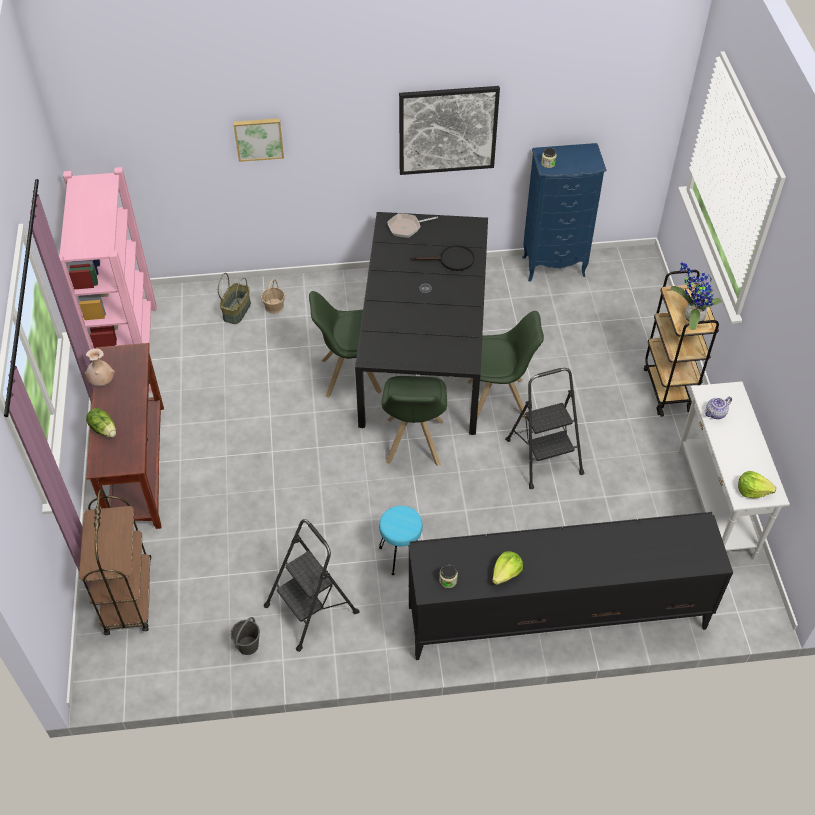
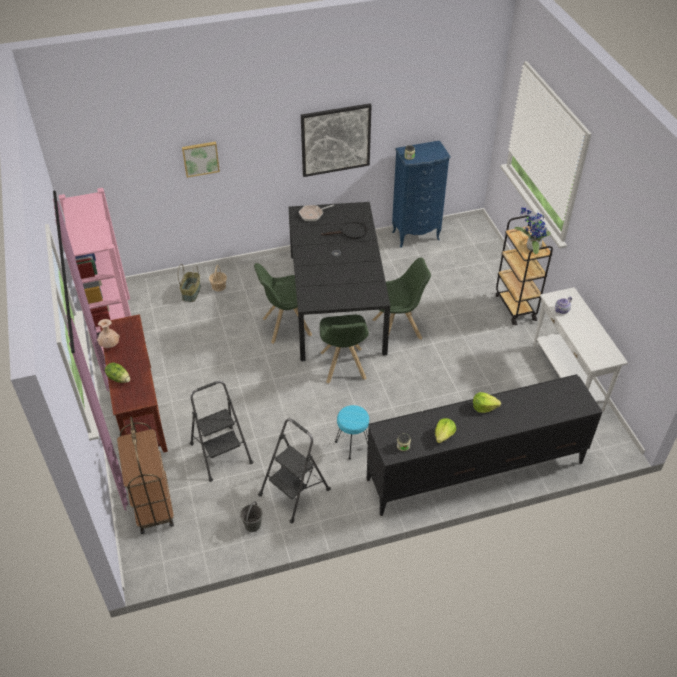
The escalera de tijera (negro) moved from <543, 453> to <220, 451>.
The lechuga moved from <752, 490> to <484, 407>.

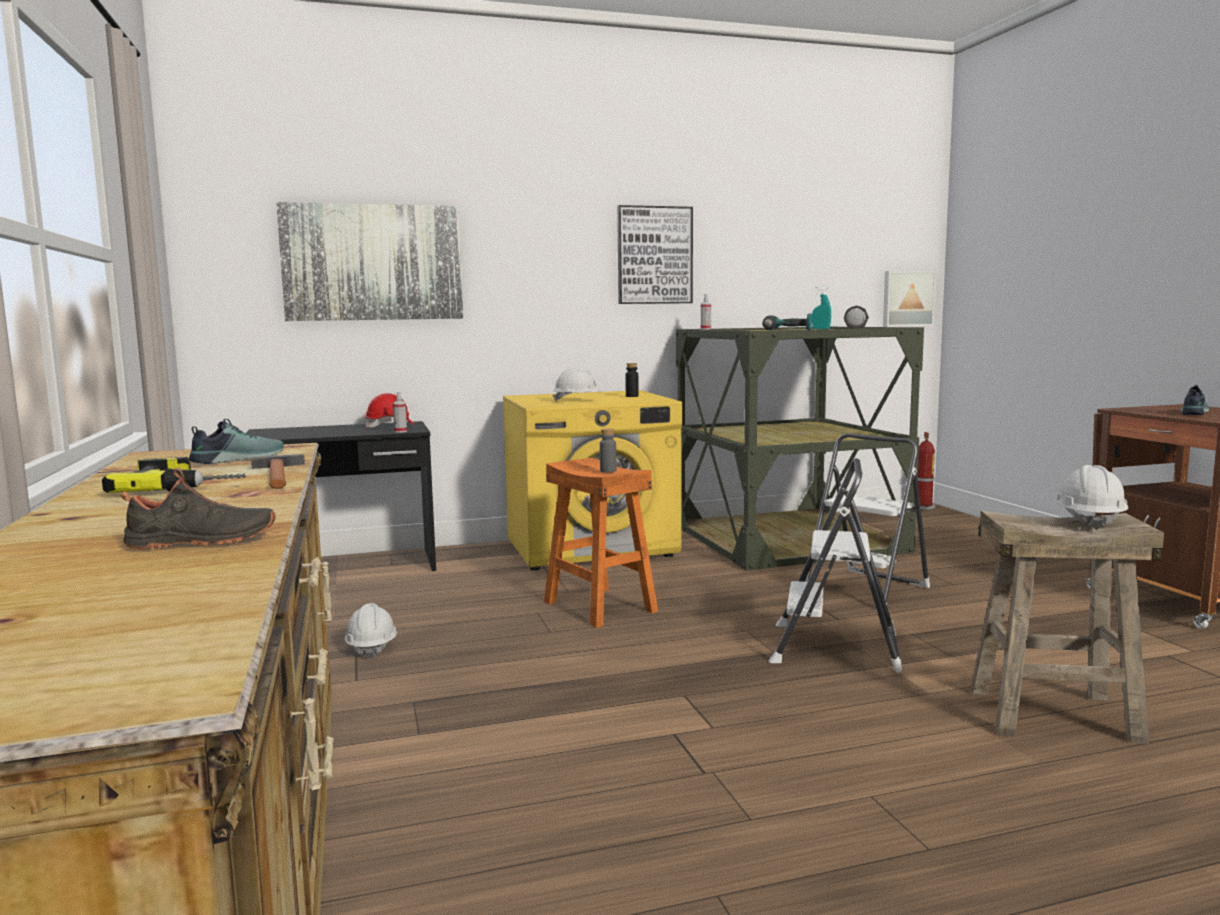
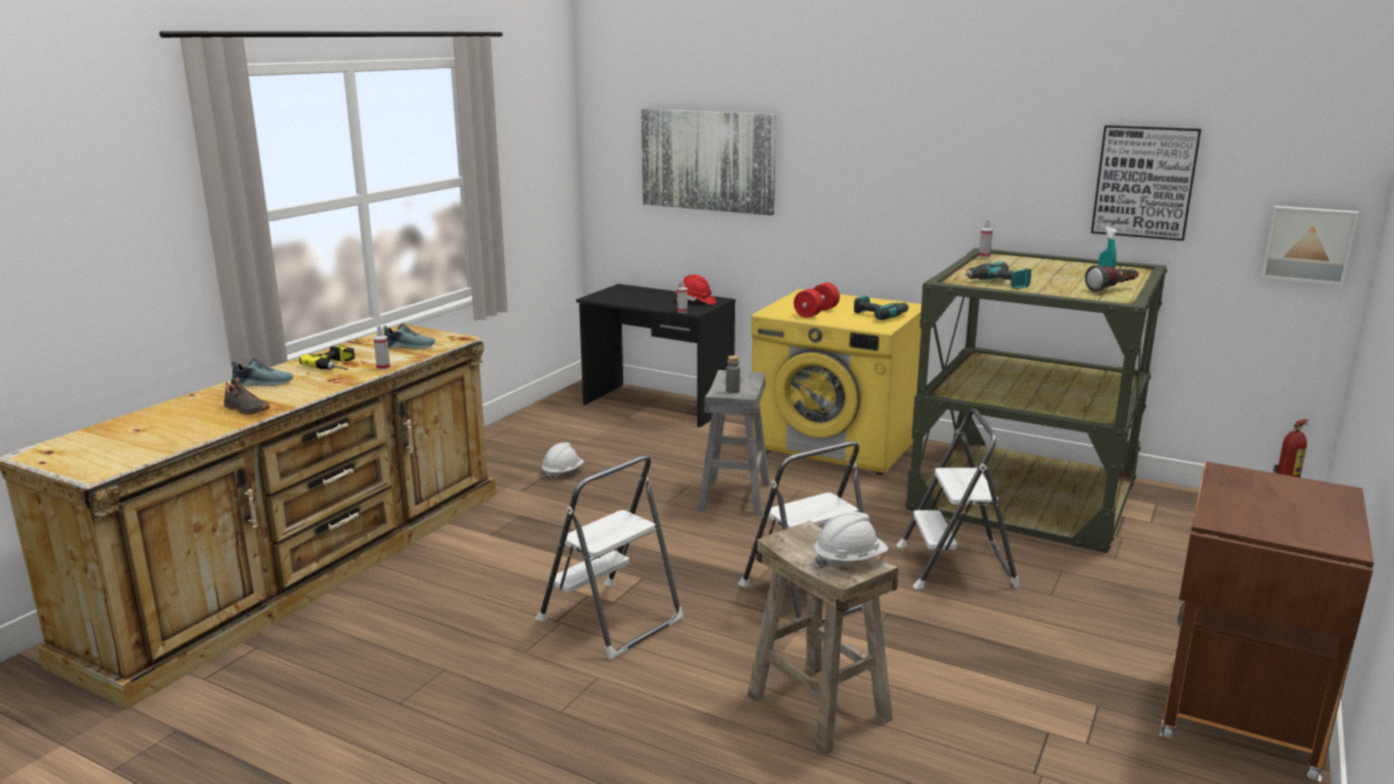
The cuadro moved from <654, 255> to <1144, 182>.
The botella (negro) at <632, 396> was replaced by the taladro at <880, 315>.
The casco (blanco) at <578, 401> was replaced by the mancuerna (rojo) at <816, 312>.
The zapato moved from <1192, 413> to <263, 383>.
The martillo at <278, 475> was replaced by the pulverizador at <383, 367>.
The taburete (naranja) at <598, 606> became the taburete (gris) at <733, 496>.
The escalera de tijera (blanco) at <613, 621> appeared.

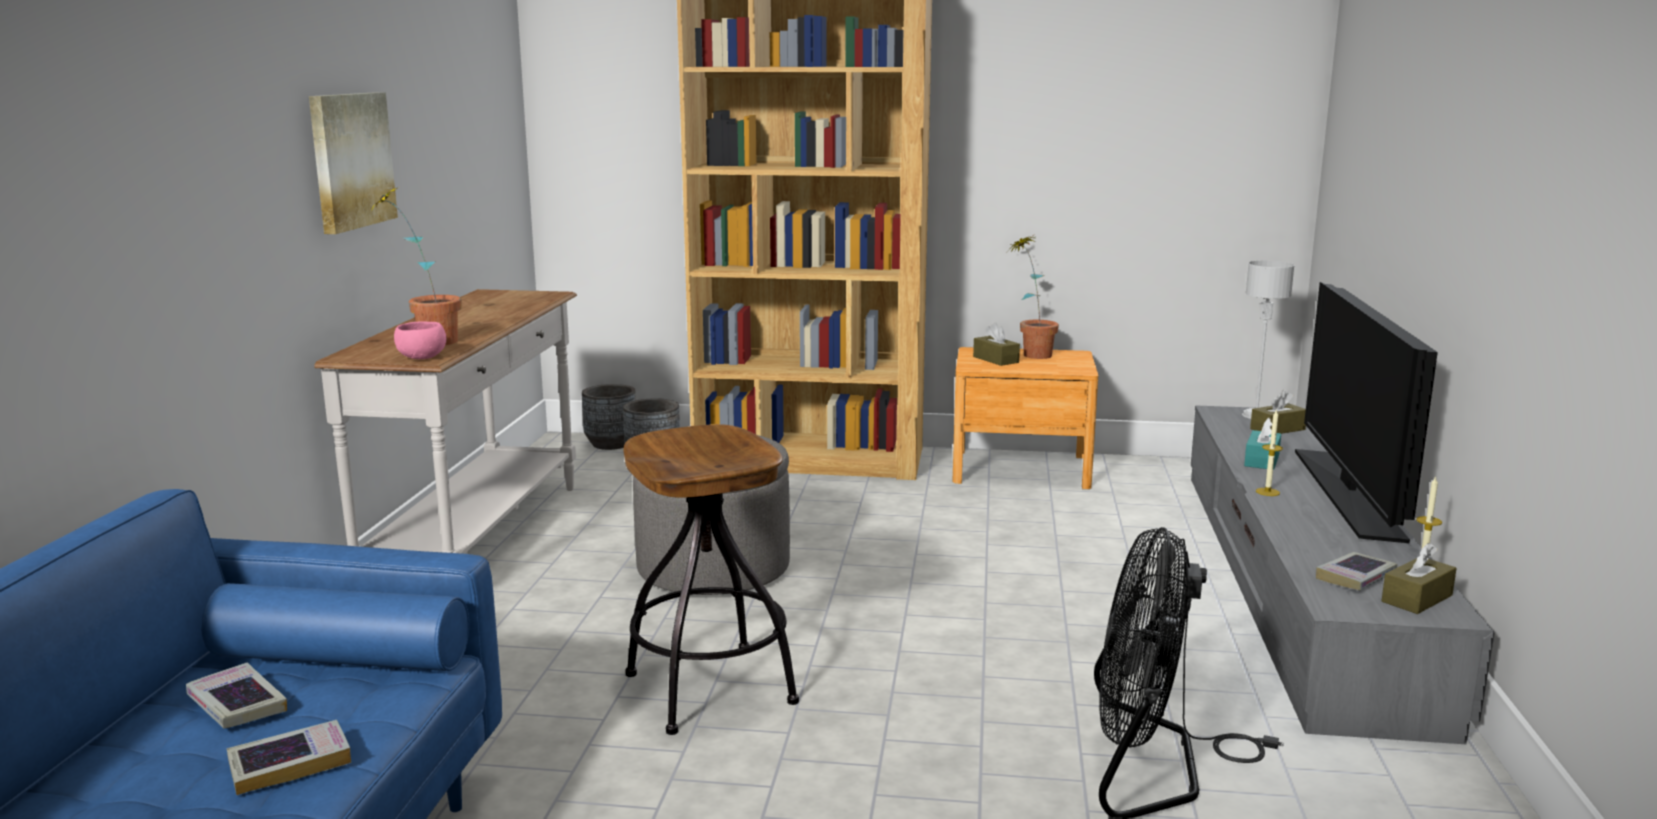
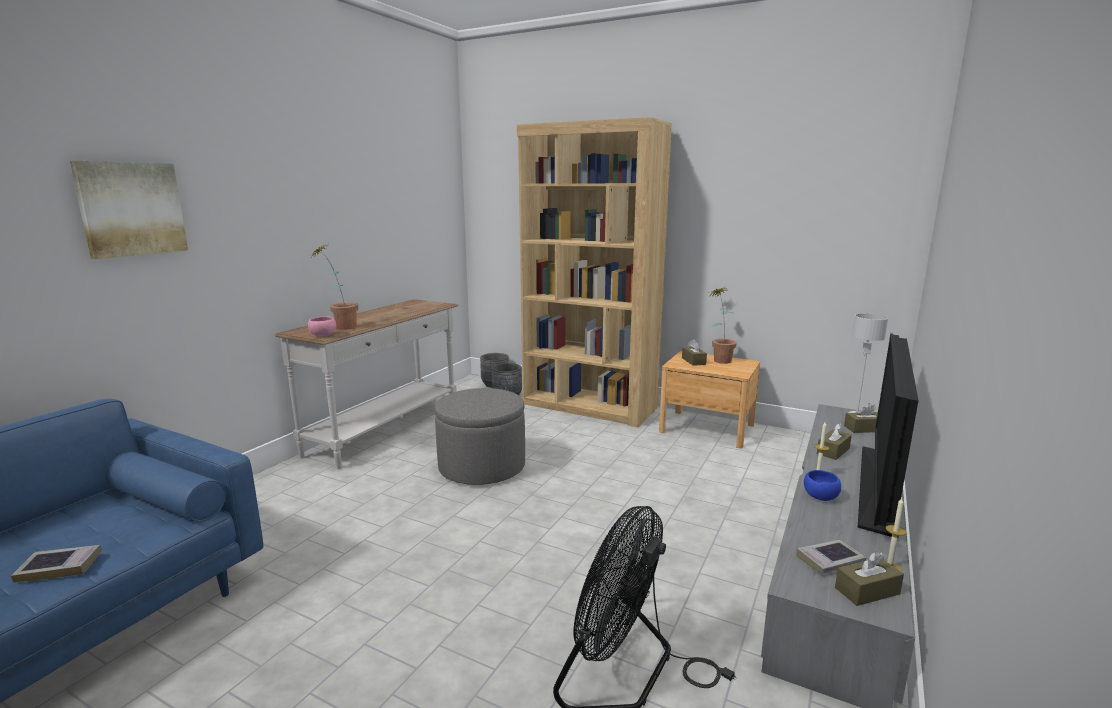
The cuadro moved from <350, 160> to <131, 209>.
The caja de pañuelos (turquesa) at <1261, 460> became the caja de pañuelos (marrón) at <833, 451>.
The taburete (marrón) at <710, 688> disappeared.
The libro at <237, 704> disappeared.
The cuenco (azul) at <819, 496> appeared.

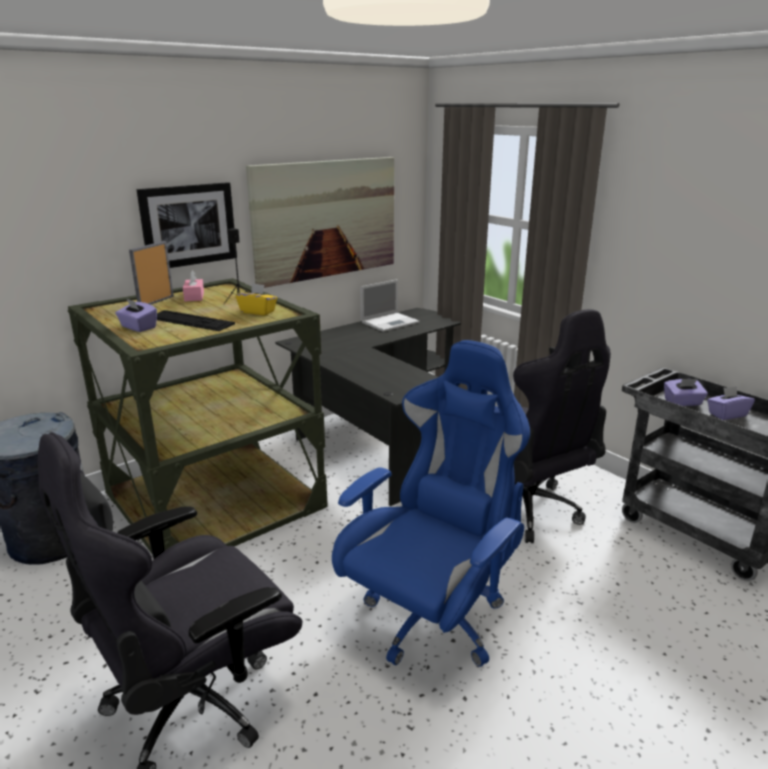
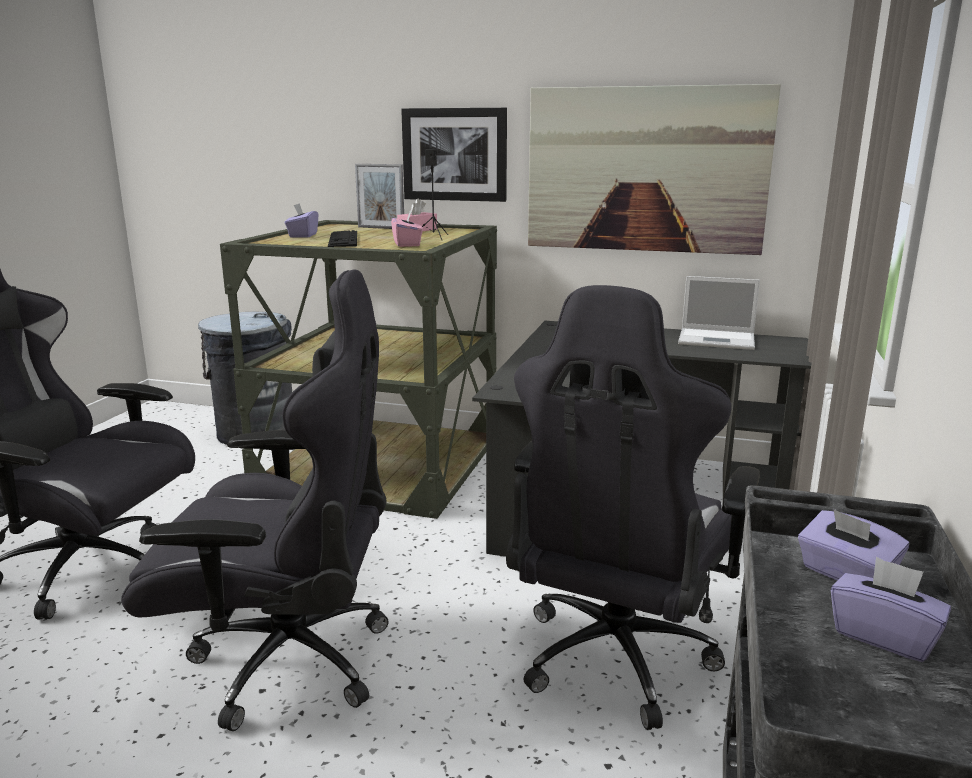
The portarretratos at <156, 302> turned 150 degrees counterclockwise.
The caja de pañuelos (amarillo) at <258, 312> became the caja de pañuelos (rosa) at <407, 244>.
The silla de oficina (azul) at <429, 625> became the silla de oficina (negro) at <278, 662>.

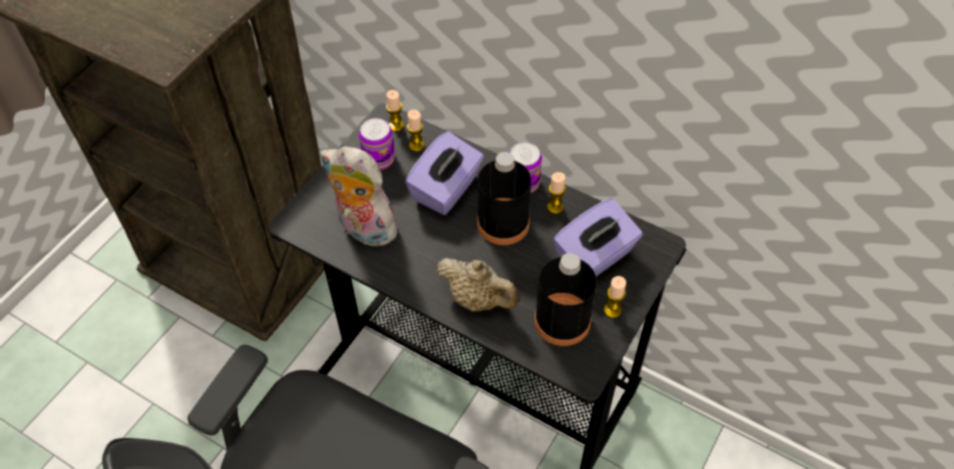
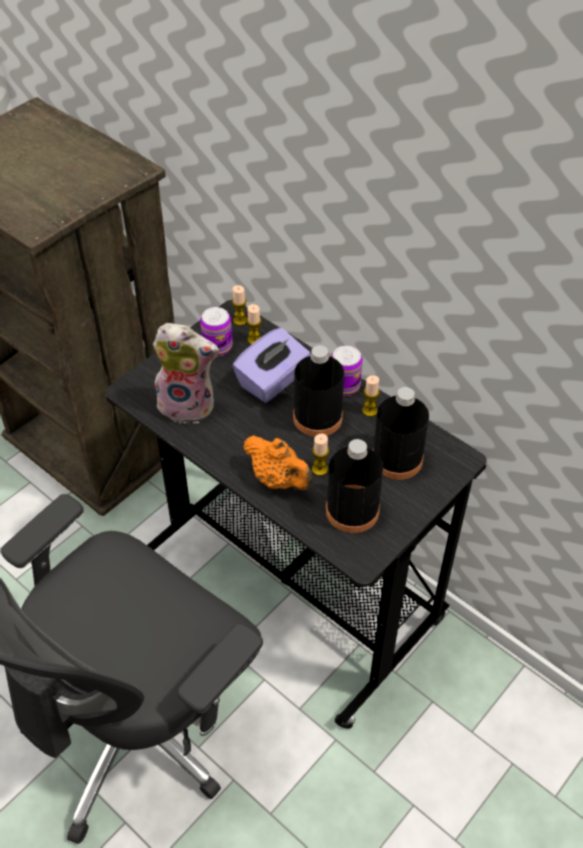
The peluche at <363, 229> turned 150 degrees clockwise.
The caja de pañuelos (morado) at <595, 257> was replaced by the botella (negro) at <397, 459>.
The tetera (beis) at <478, 299> became the tetera (naranja) at <279, 479>.
The vela moved from <612, 310> to <319, 469>.

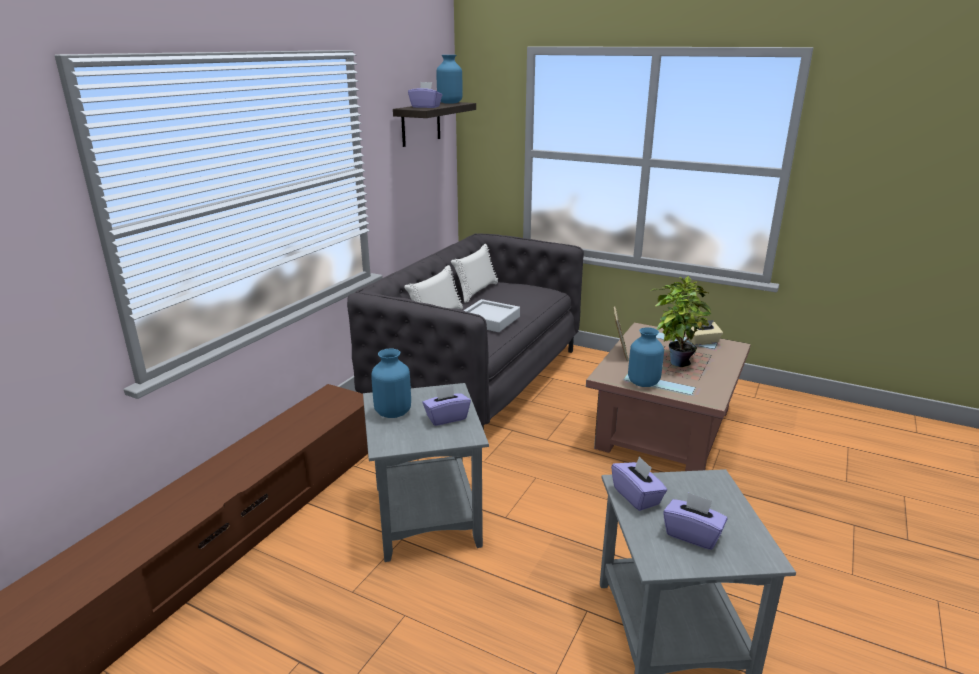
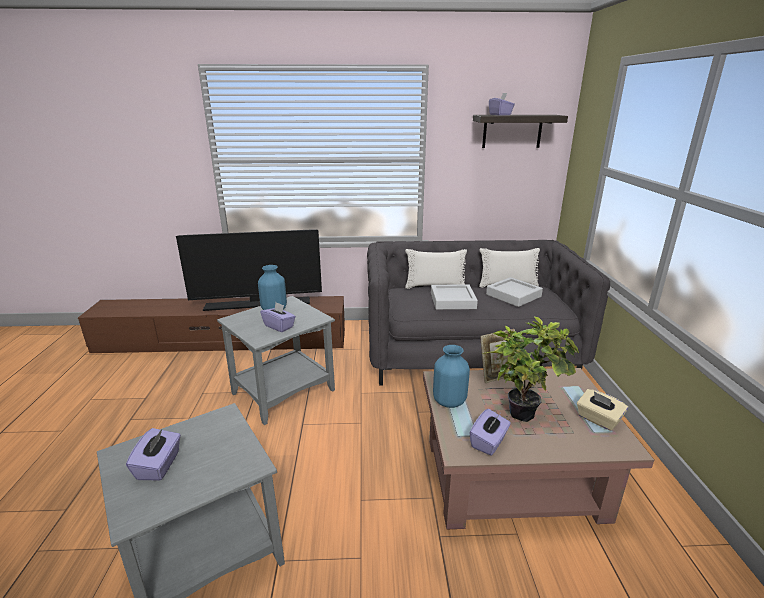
The florero (azul) at <450, 103> disappeared.
The caja de pañuelos (morado) moved from <637, 496> to <489, 442>.
The televisor at <258, 304> appeared.
The bandeja (gris) at <513, 295> appeared.

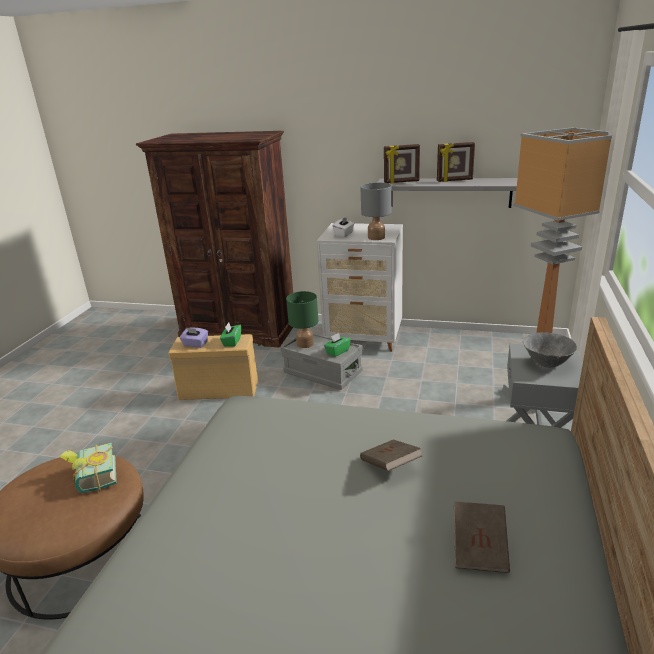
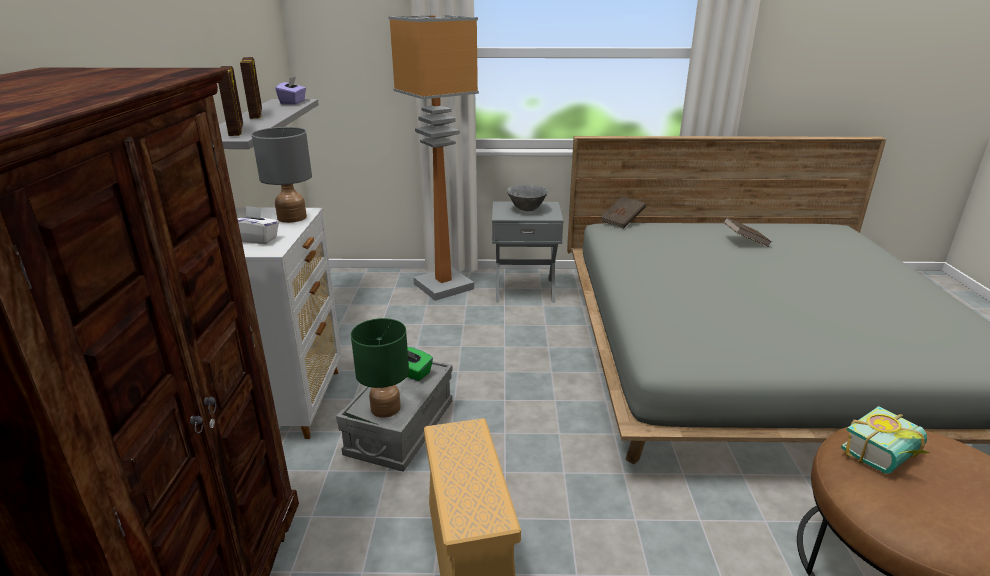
The caja de pañuelos (verde) at <231, 342> disappeared.
The caja de pañuelos (morado) moved from <195, 344> to <293, 102>.
The libro (marrón) moved from <390, 466> to <622, 221>.

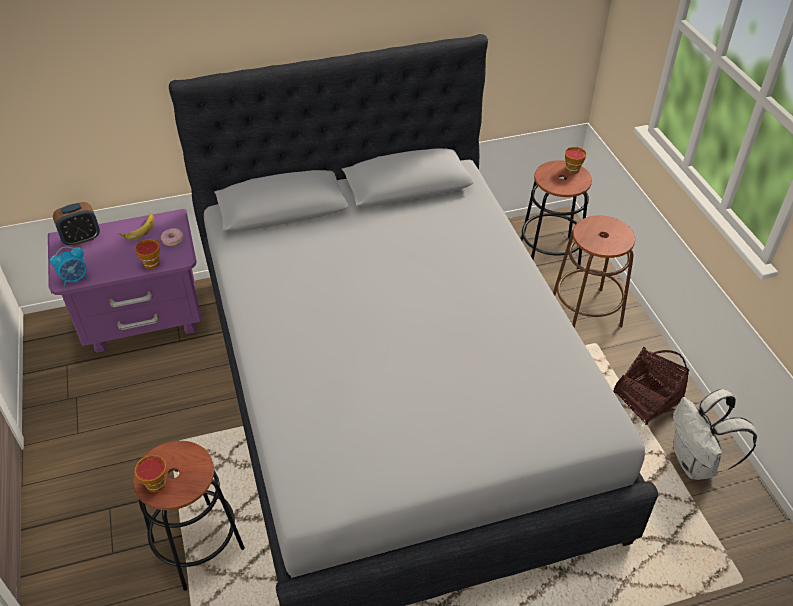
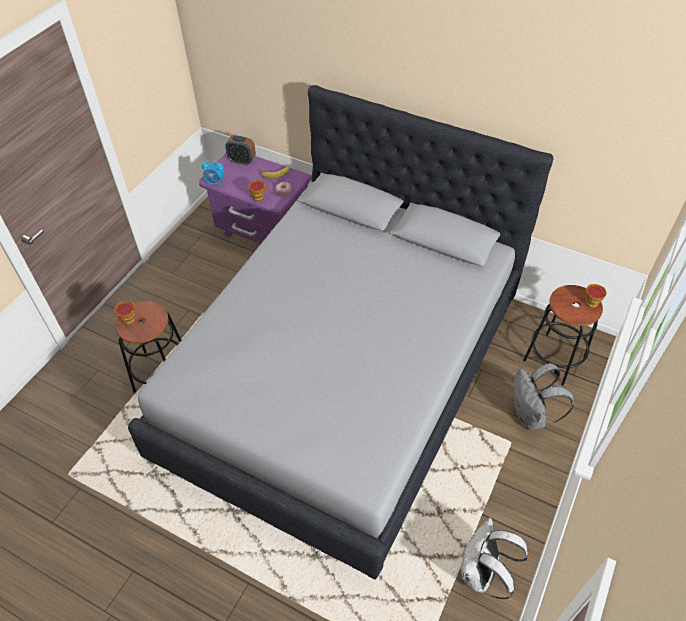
The taburete (marrón) at <586, 312> was replaced by the mochila (gris) at <531, 416>.
The cesta at <647, 399> disappeared.

